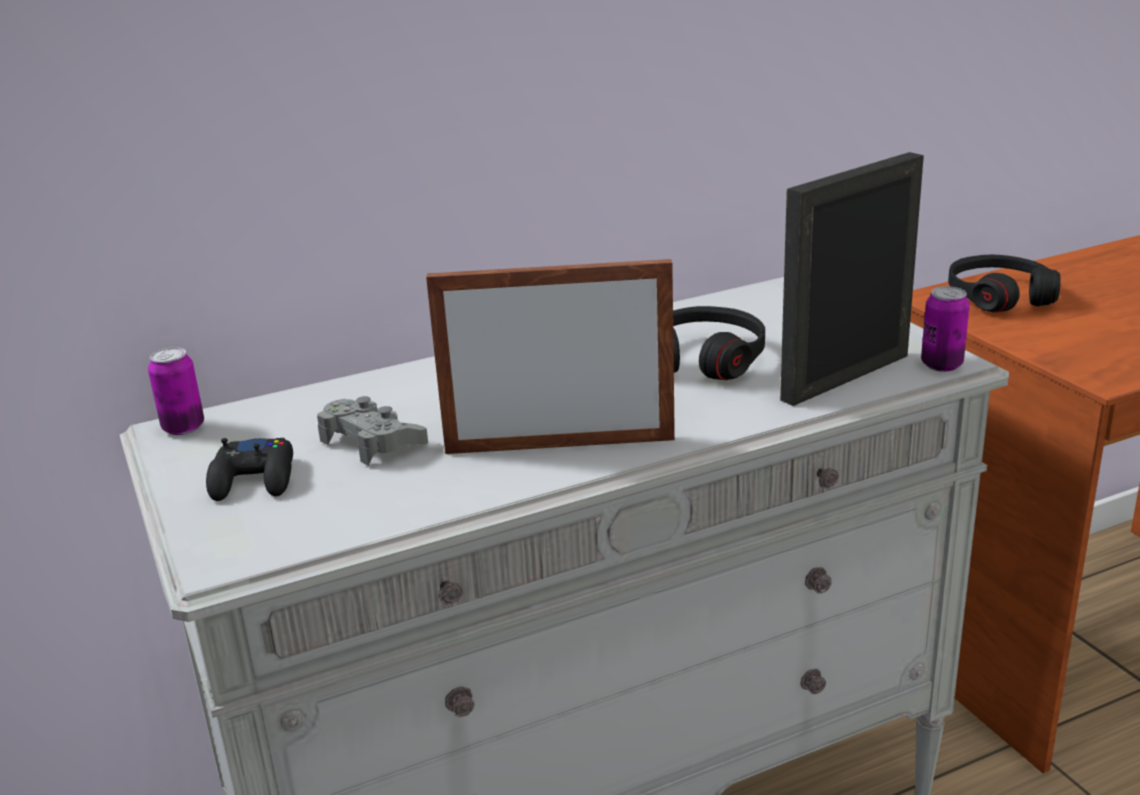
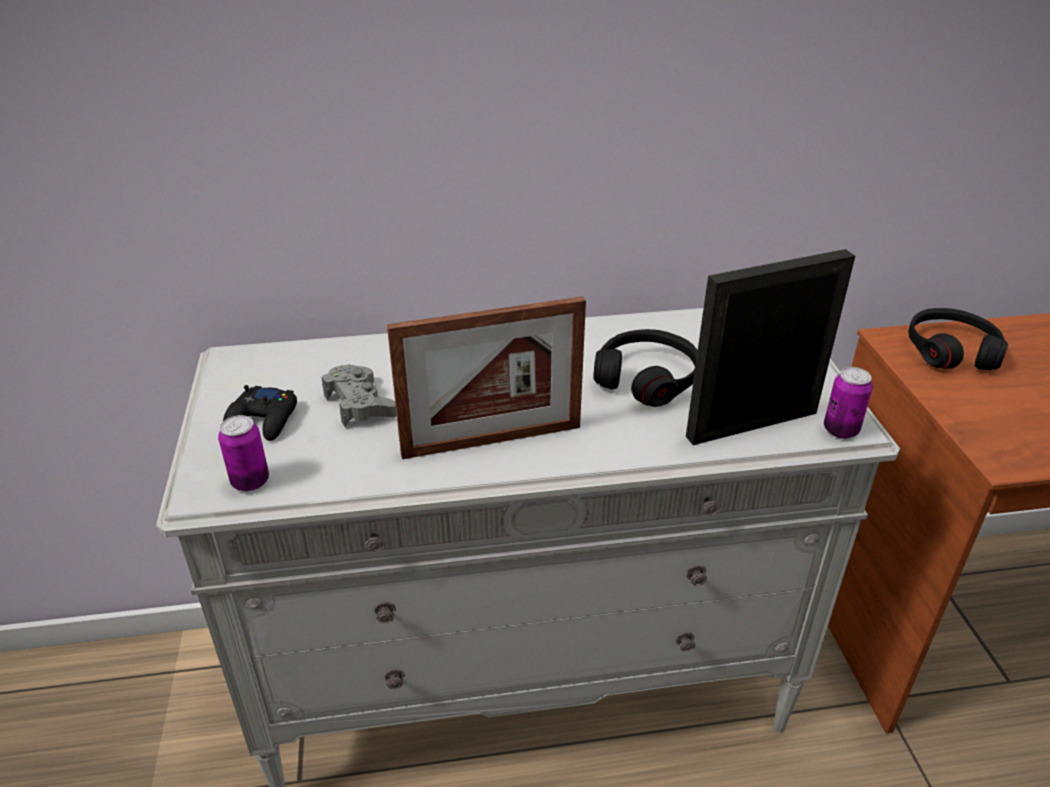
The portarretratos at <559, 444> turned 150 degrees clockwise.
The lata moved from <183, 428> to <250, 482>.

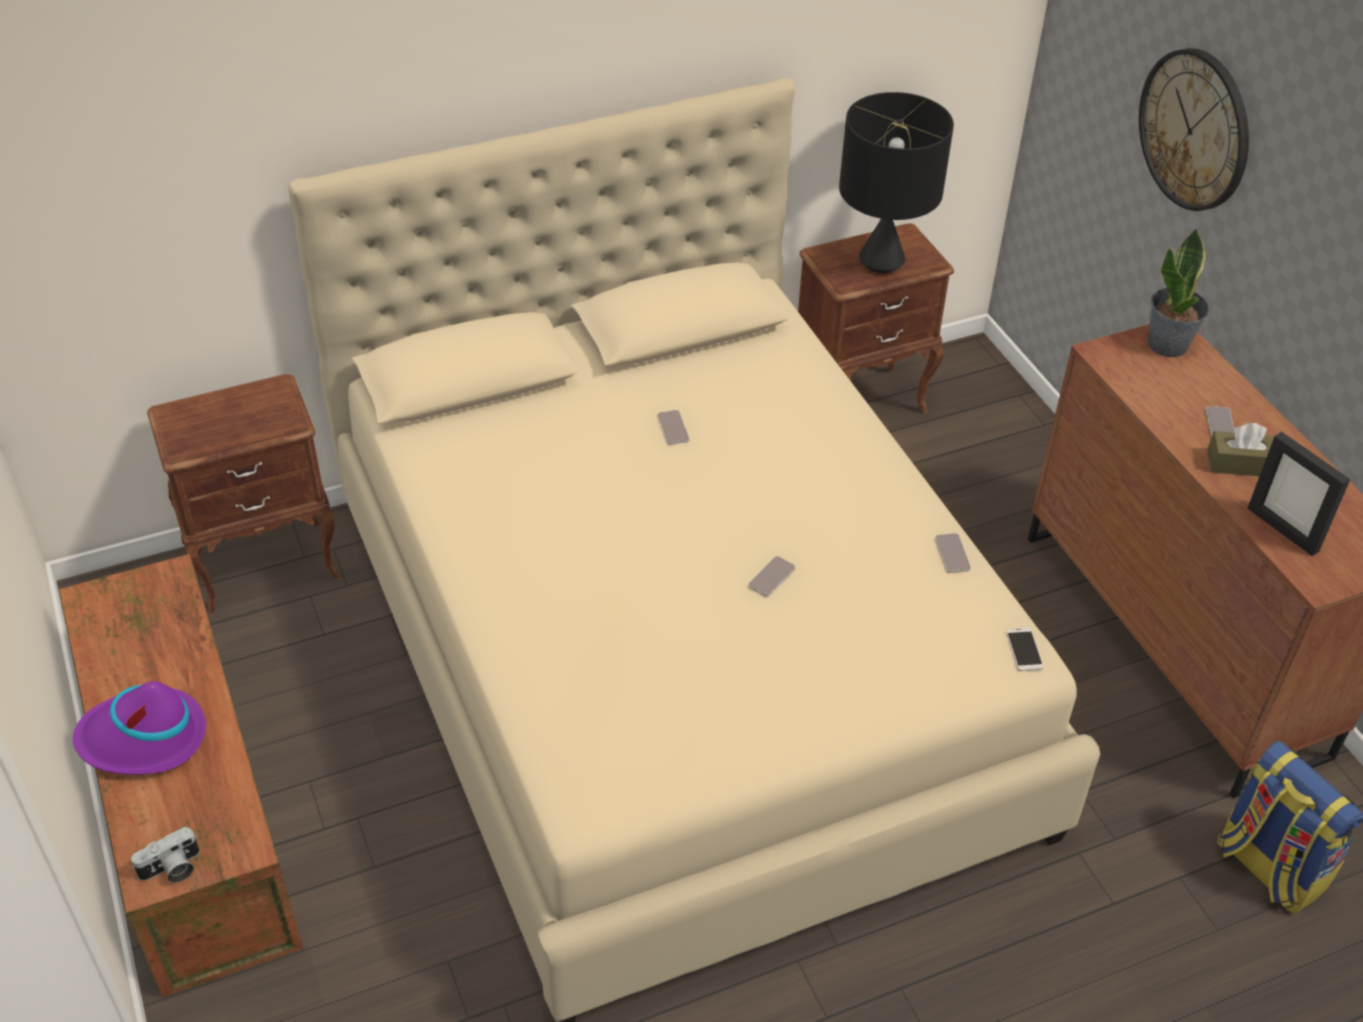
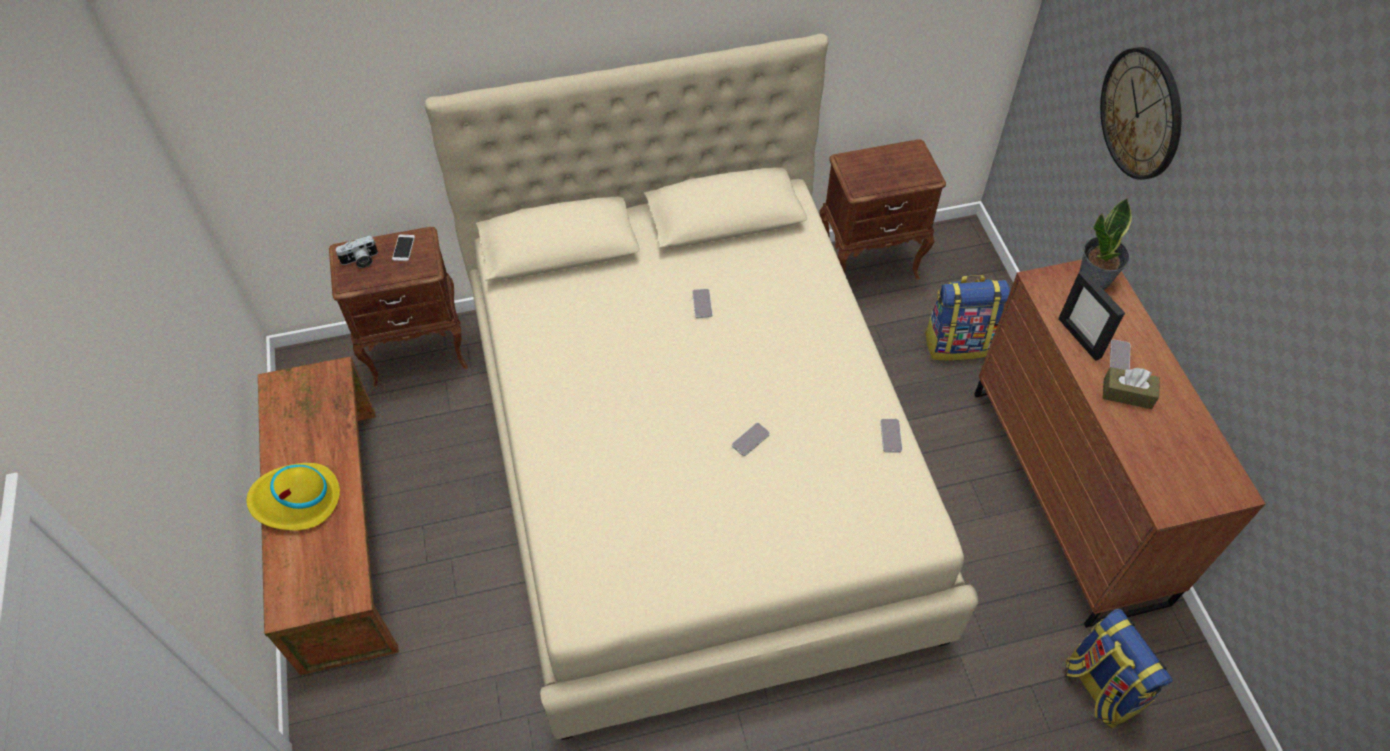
The lámpara de mesa (negro) at <881, 262> disappeared.
The portarretratos moved from <1283, 529> to <1080, 337>.
The móvil moved from <1024, 650> to <403, 248>.
The sombrero (morado) at <143, 738> became the sombrero (amarillo) at <296, 500>.
The cámara moved from <172, 869> to <360, 260>.
The mochila at <957, 343> appeared.

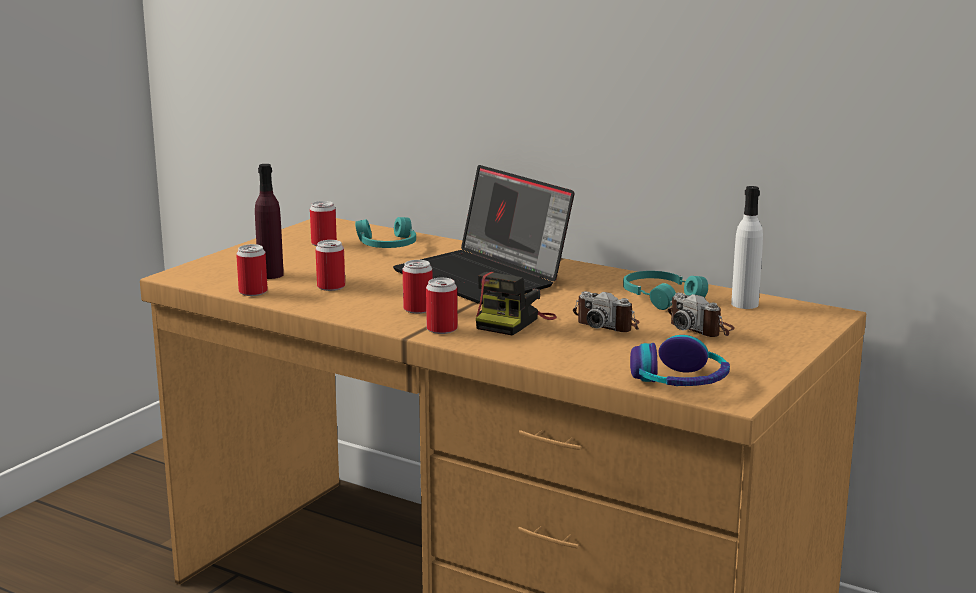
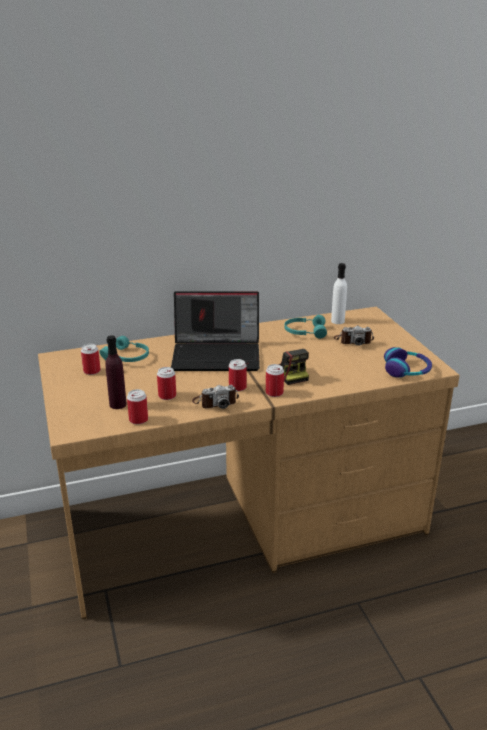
The cámara moved from <608, 325> to <215, 402>.

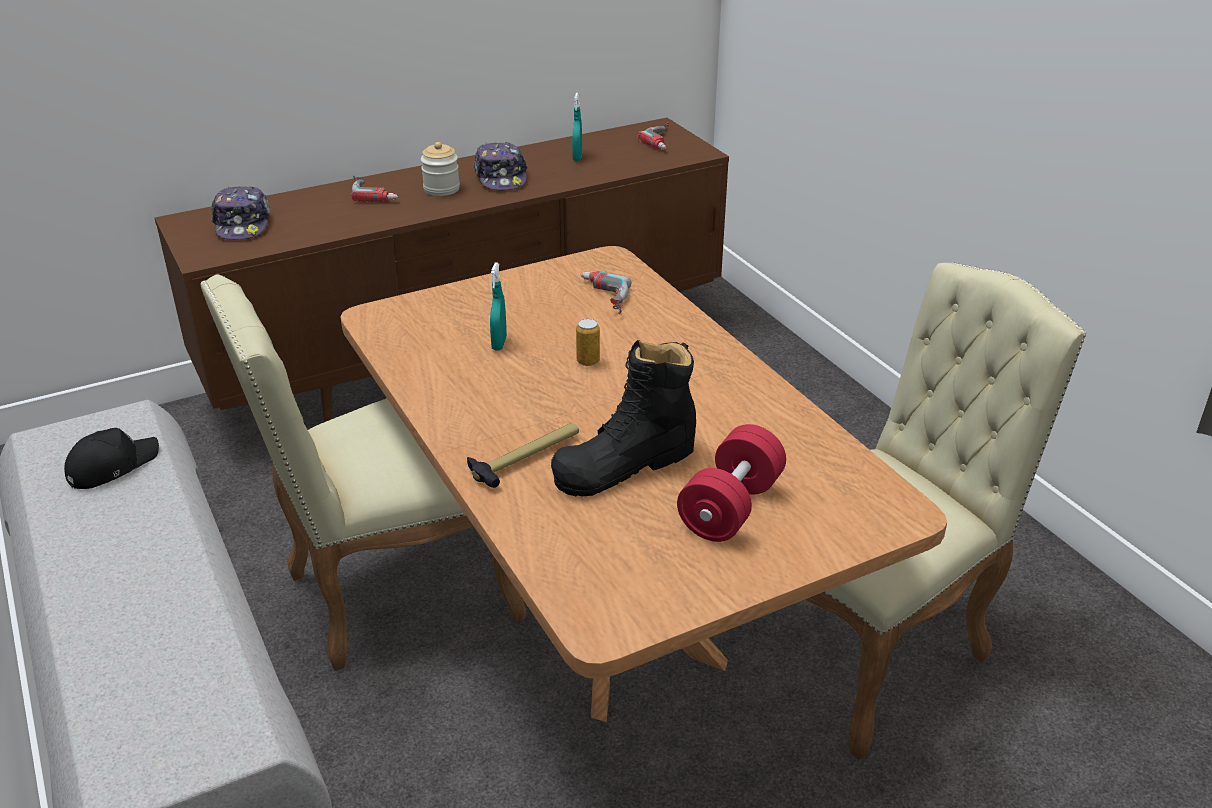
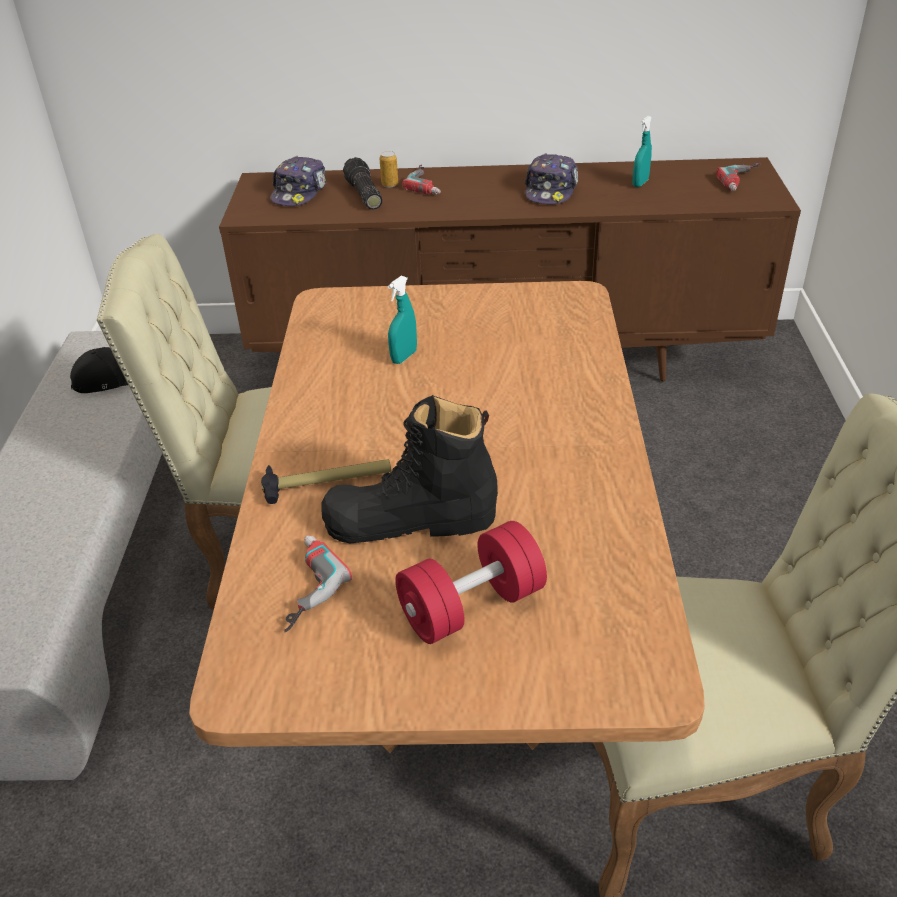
The tarro at <441, 189> disappeared.
The taladro moved from <600, 298> to <300, 586>.
The lata moved from <588, 361> to <390, 184>.
The linterna at <363, 195> appeared.

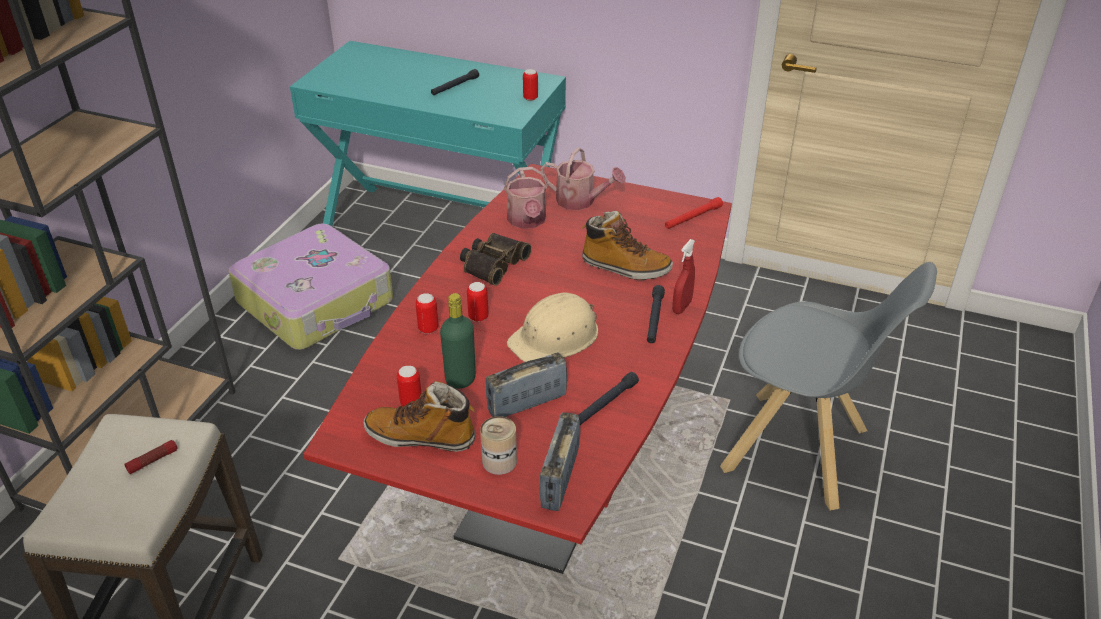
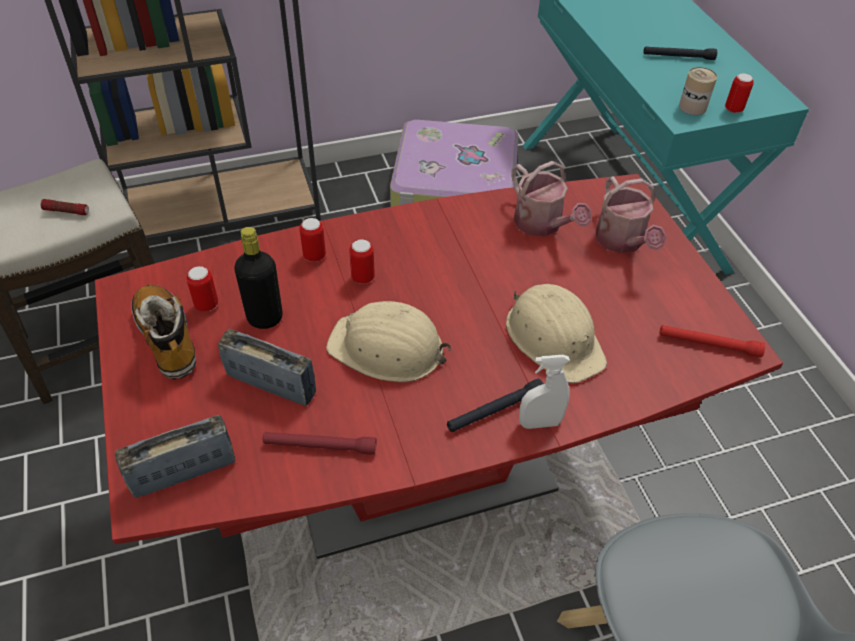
The regadera at <527, 221> turned 75 degrees counterclockwise.
The bota at <625, 267> was replaced by the casco (beis) at <554, 338>.
The prismáticos at <492, 263> disappeared.
The pulverizador (rojo) at <681, 307> became the pulverizador (blanco) at <539, 423>.
The botella (verde) at <460, 379> became the botella (negro) at <265, 318>.
The linterna (negro) at <604, 404> became the linterna (rojo) at <320, 446>.
The lata moved from <499, 461> to <692, 107>.

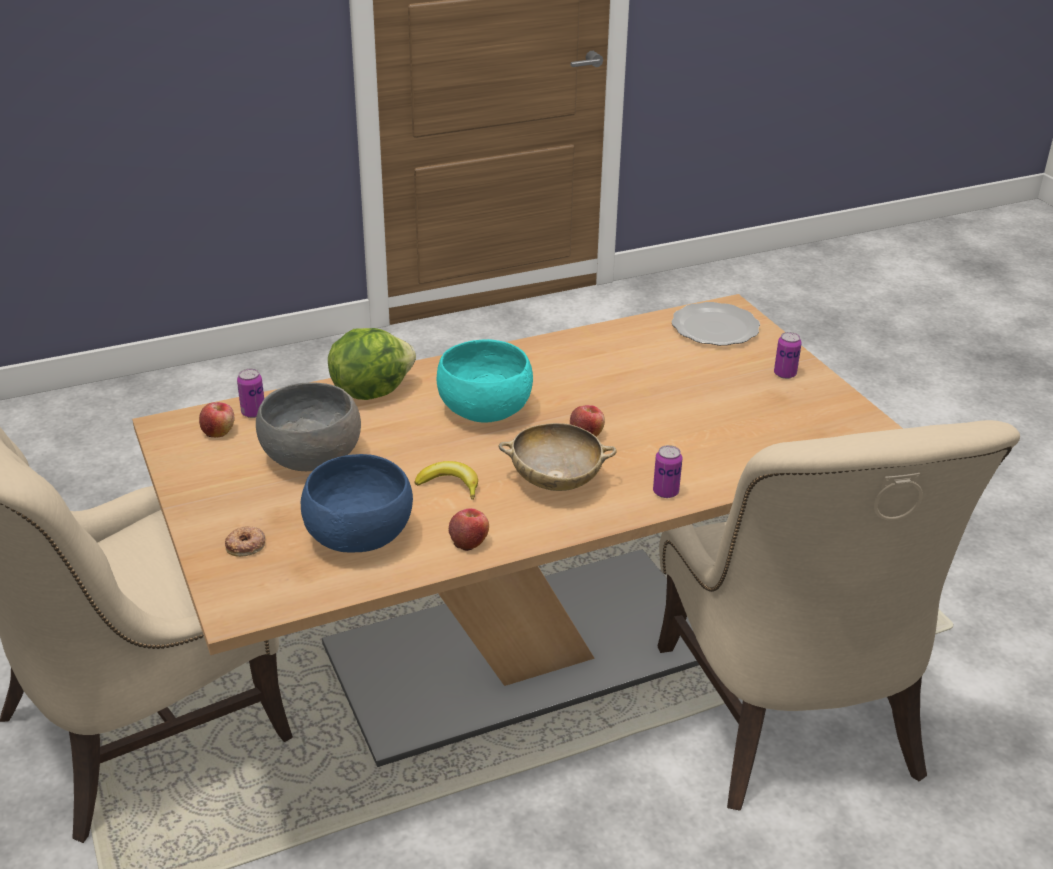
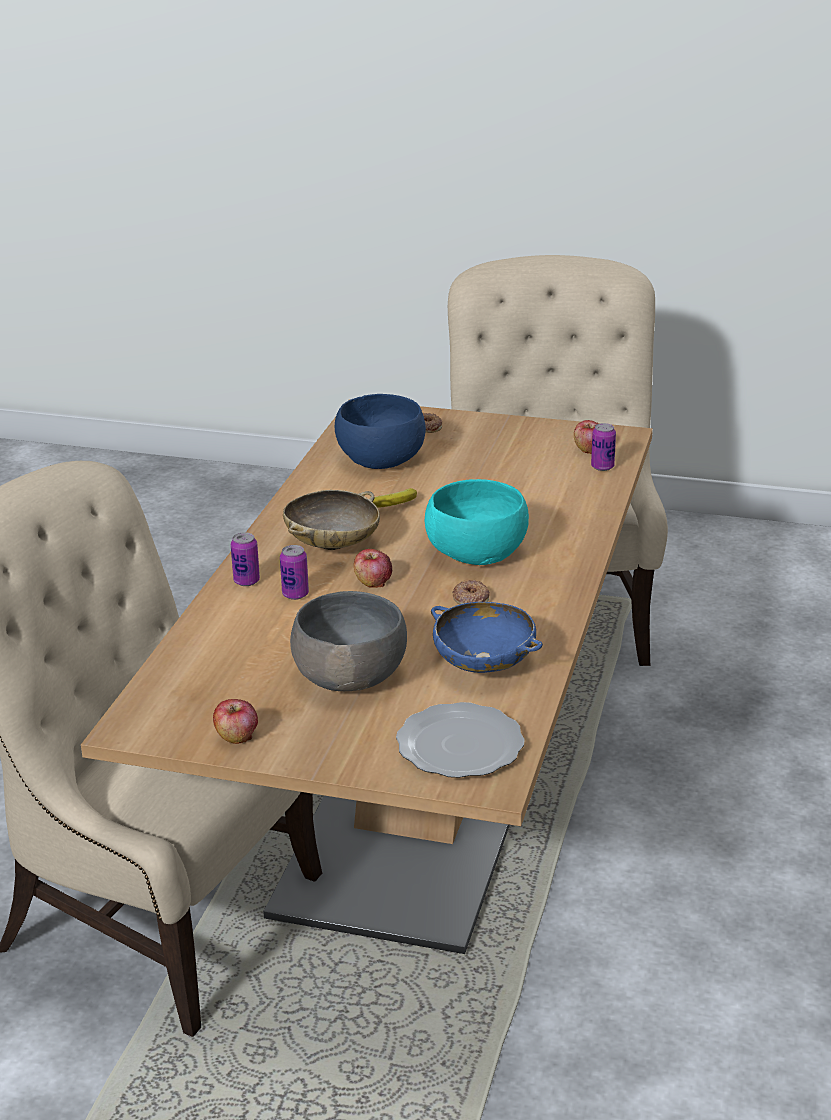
The lechuga at <370, 391> disappeared.
The lata moved from <785, 374> to <295, 594>.
The cuenco (gris) moved from <312, 457> to <349, 677>.
The manzana moved from <469, 541> to <237, 736>.
The rosquilla at <470, 598> appeared.
The cuenco (azul) at <484, 664> appeared.

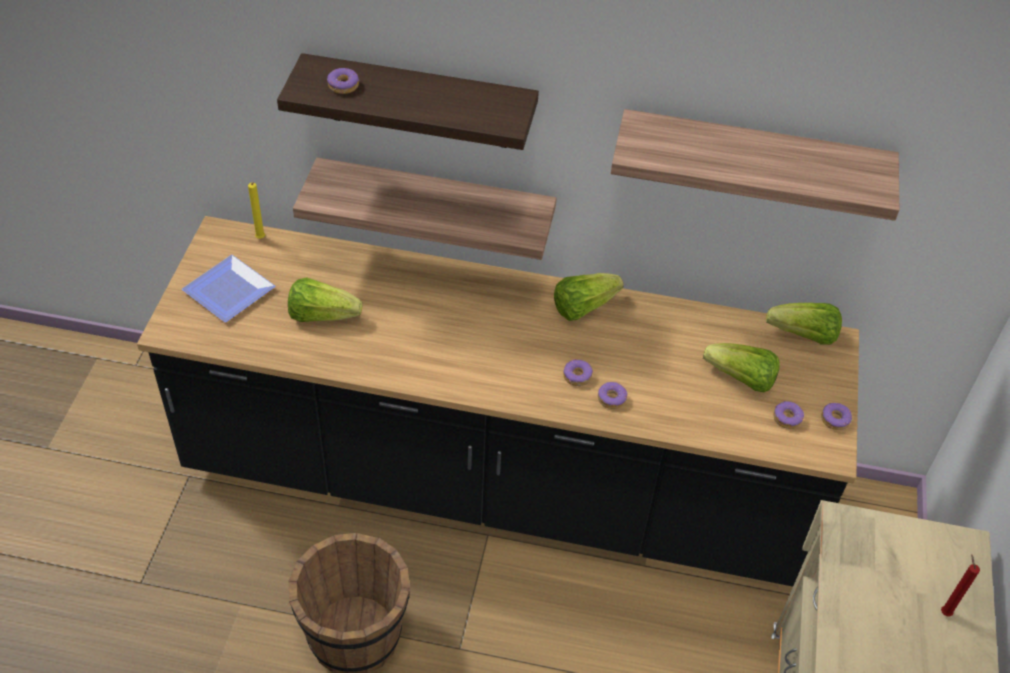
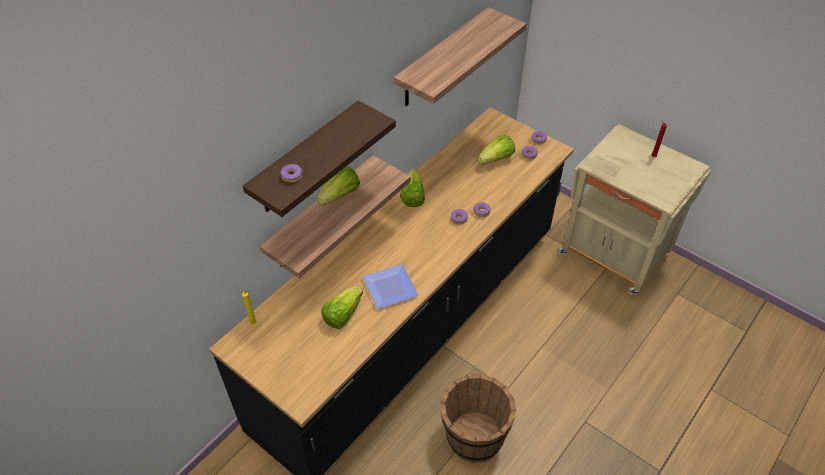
The plato moved from <229, 288> to <388, 287>.
The lechuga moved from <804, 335> to <340, 195>.

